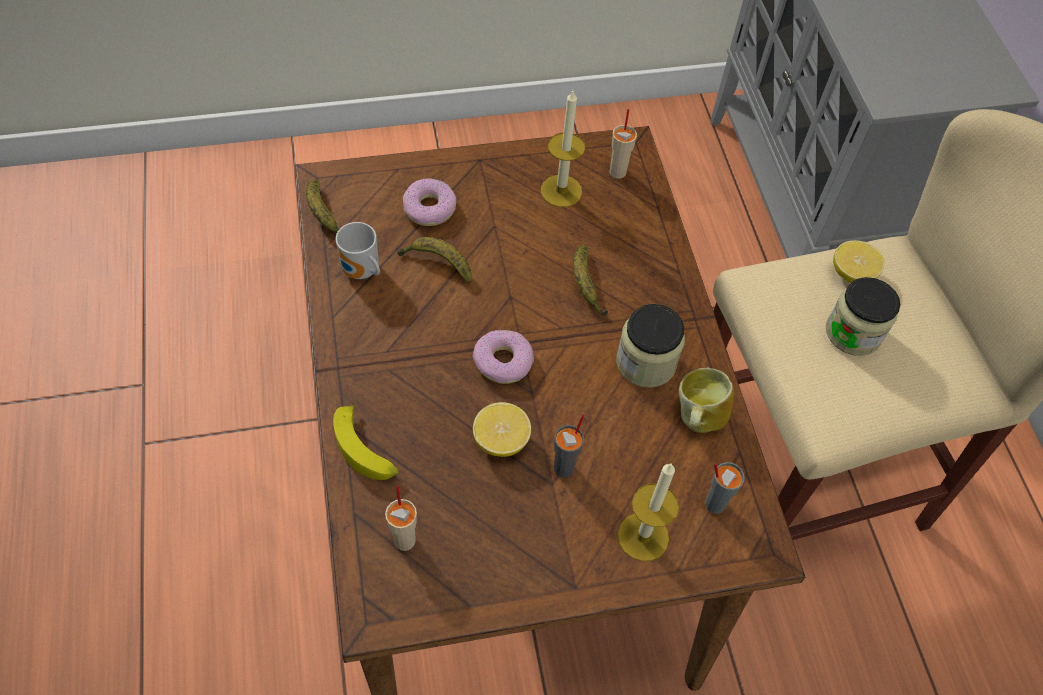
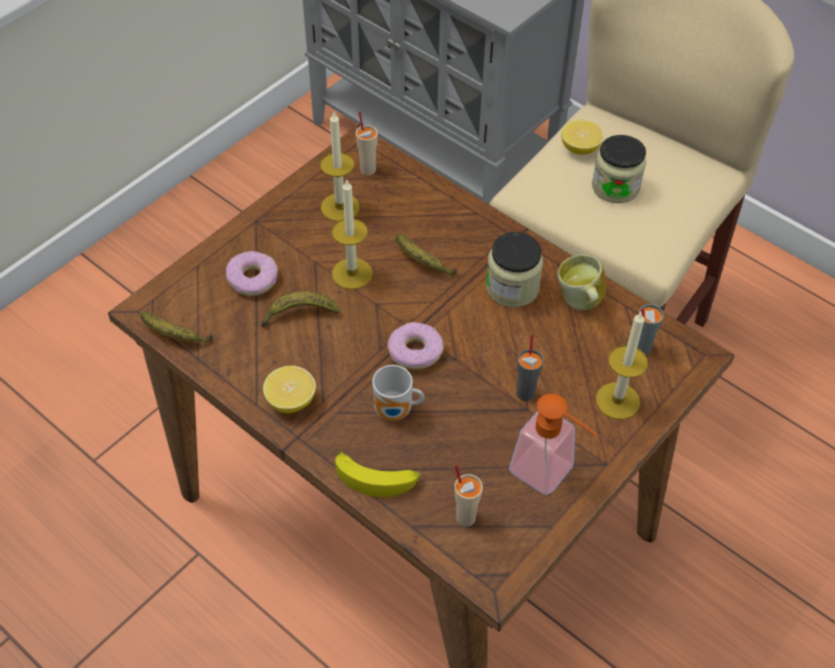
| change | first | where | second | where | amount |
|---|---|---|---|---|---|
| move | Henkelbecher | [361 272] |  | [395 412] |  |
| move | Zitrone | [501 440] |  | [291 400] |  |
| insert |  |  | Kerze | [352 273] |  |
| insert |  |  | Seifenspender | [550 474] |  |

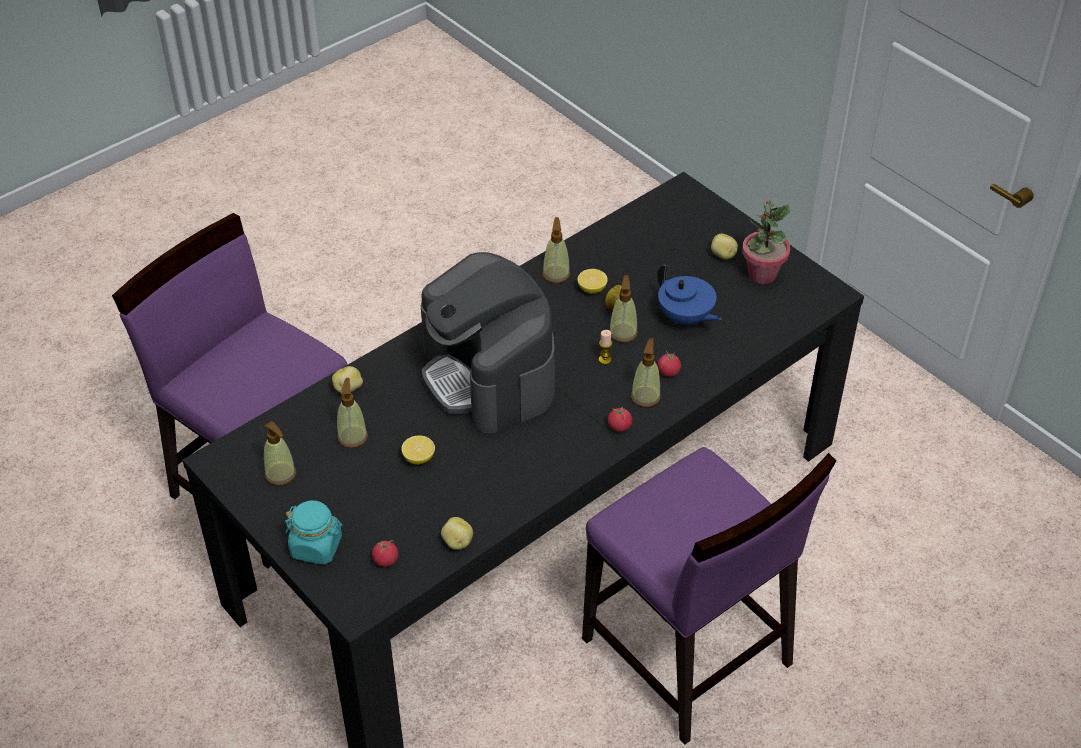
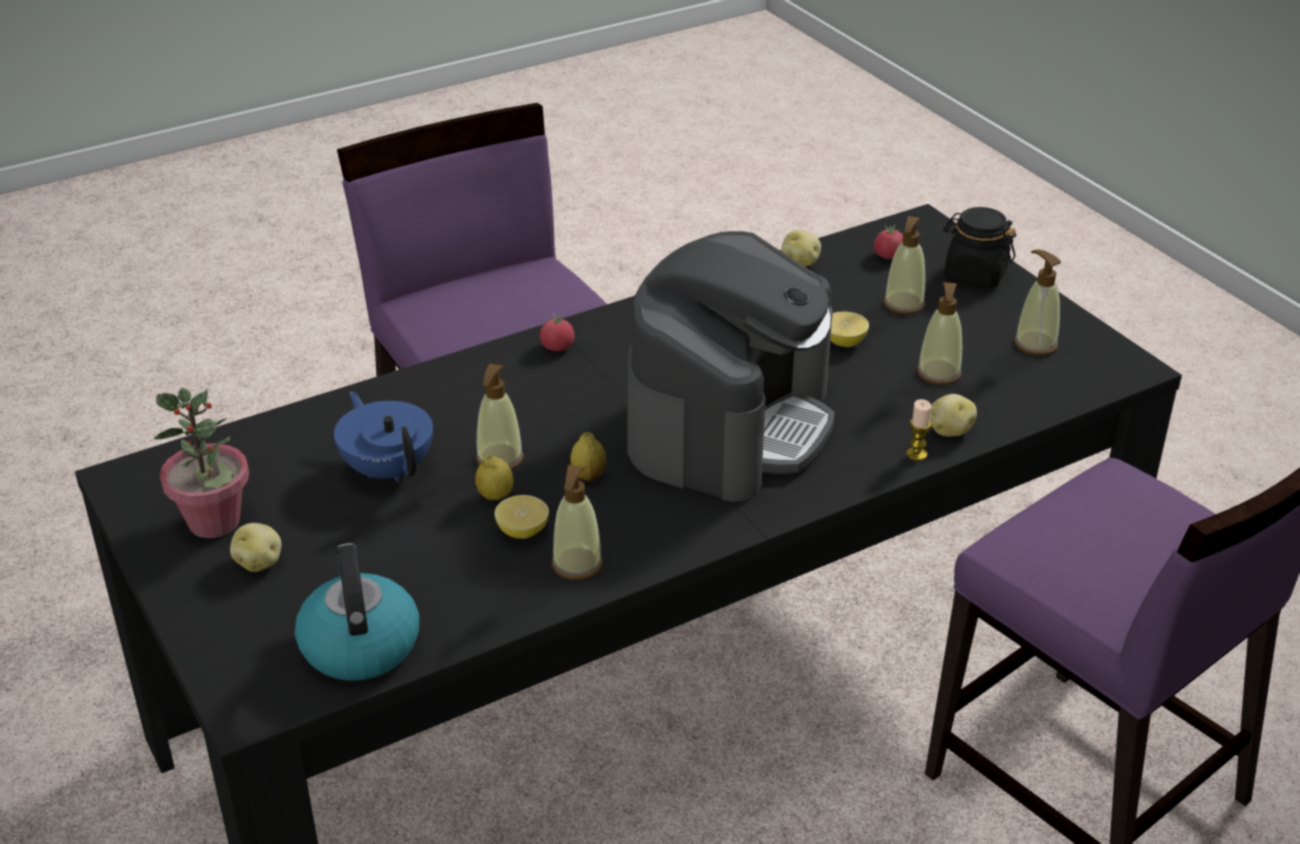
| change | first | where | second | where | amount |
|---|---|---|---|---|---|
| rotate | Kaffeemaschine | [489 376] |  | [730 424] | 45 degrees clockwise |
| move | Kerze | [604 360] |  | [916 454] |  |
| move | Seifenspender | [645 396] |  | [903 304] |  |
| delete | Tomate | [668 372] |  |  |  |
| recolor | Vorratsglas [türkis] | [316 547] | Vorratsglas [schwarz] | [975 274] |  |
| insert |  |  | Zitrone | [588 476] |  |
| insert |  |  | Wasserkessel | [359 644] |  |

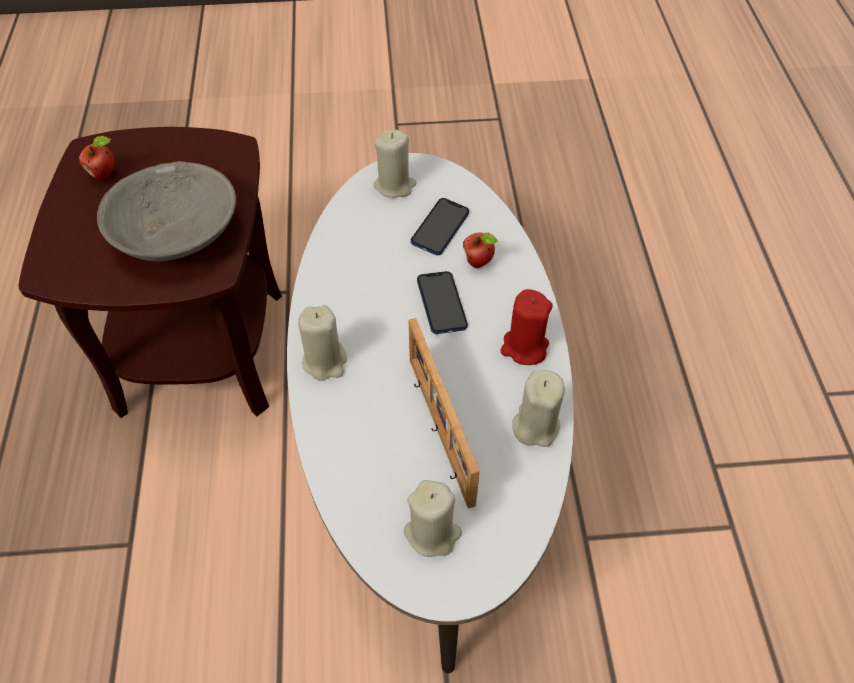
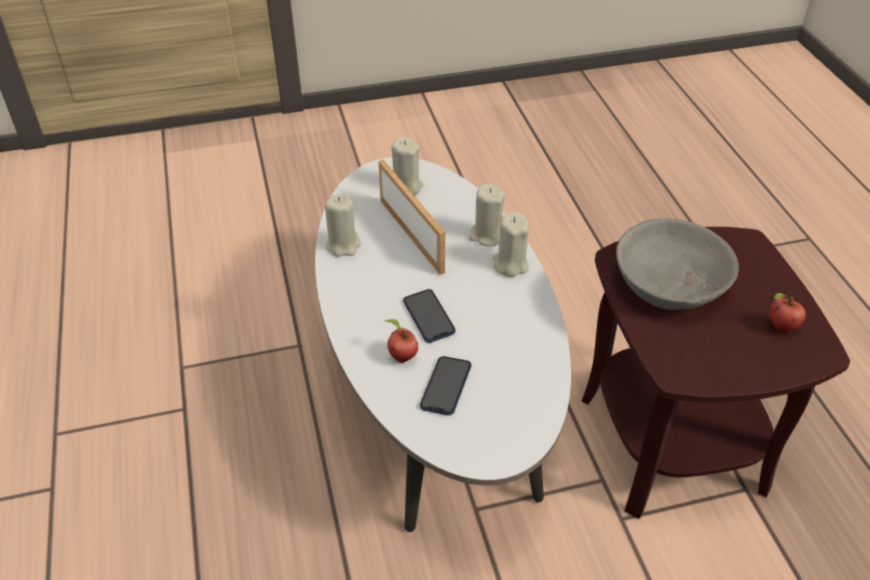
| change | first | where | second | where | amount |
|---|---|---|---|---|---|
| move | Kerze [beige] | [395 185] |  | [487 235] |  |
| delete | Kerze [rot] | [524 347] |  |  |  |

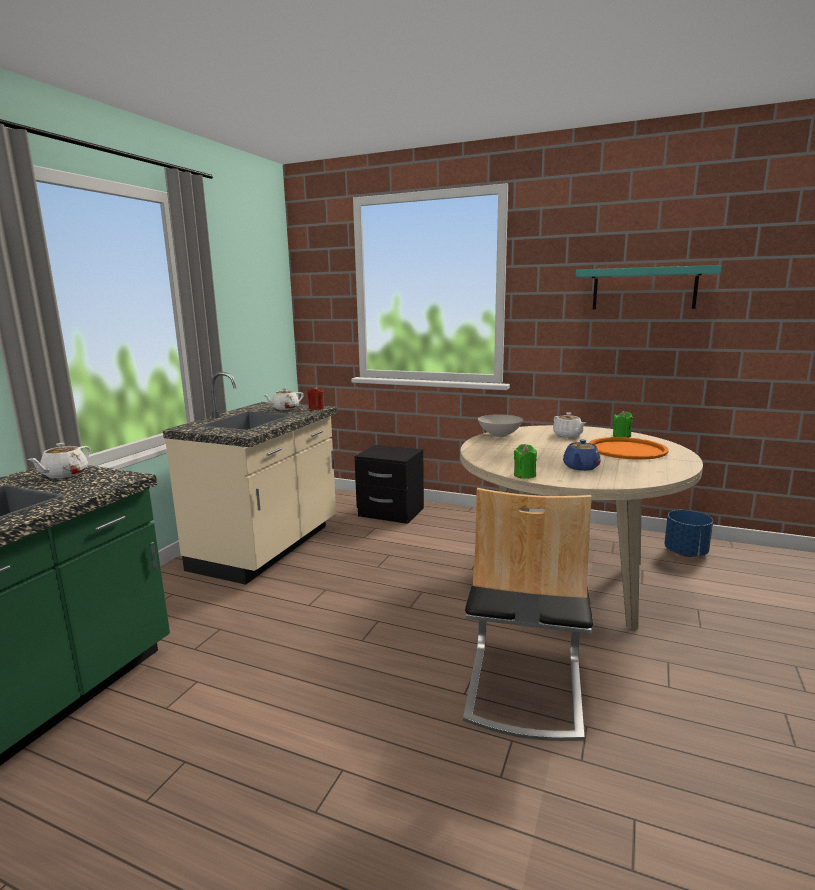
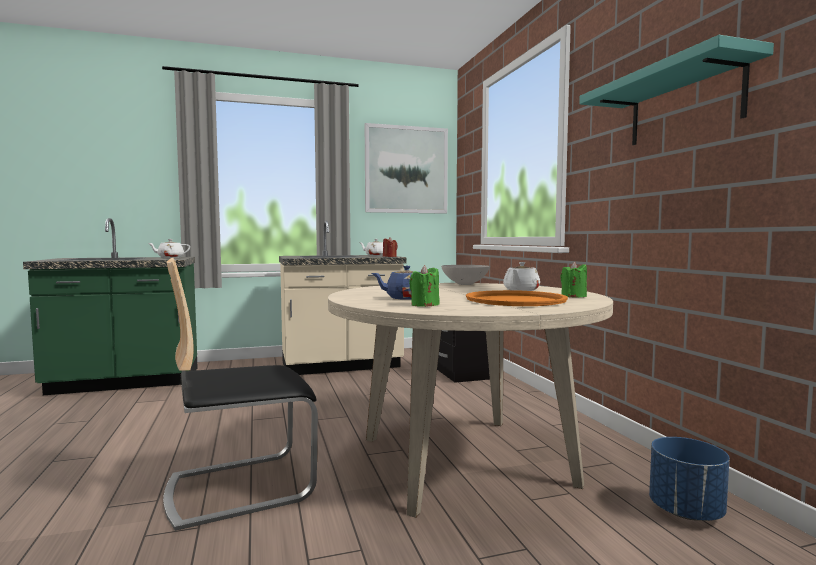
| change | first | where | second | where | amount |
|---|---|---|---|---|---|
| move | Kerze [grün] | [524 475] |  | [424 305] |  |
| insert |  |  | Bild | [406 170] |  |

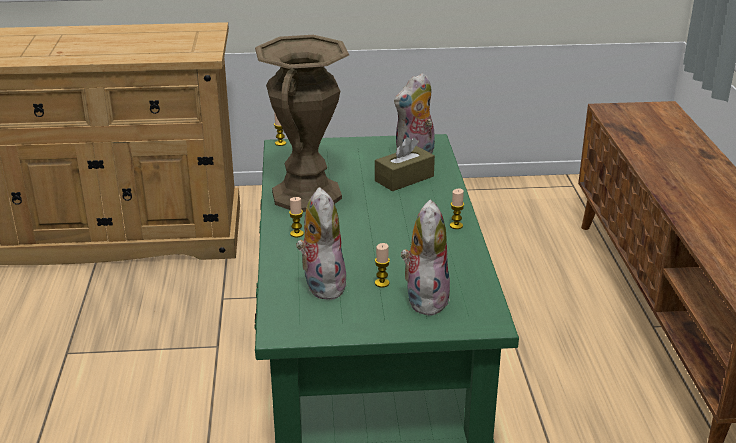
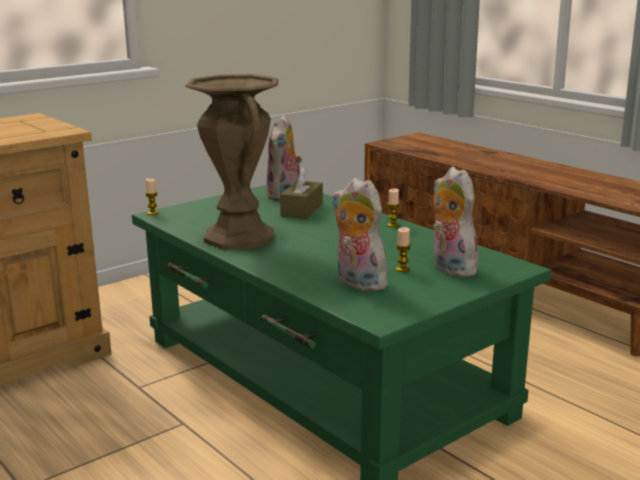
| change | first | where | second | where | amount |
|---|---|---|---|---|---|
| delete | Kerze | [297 234] |  |  |  |

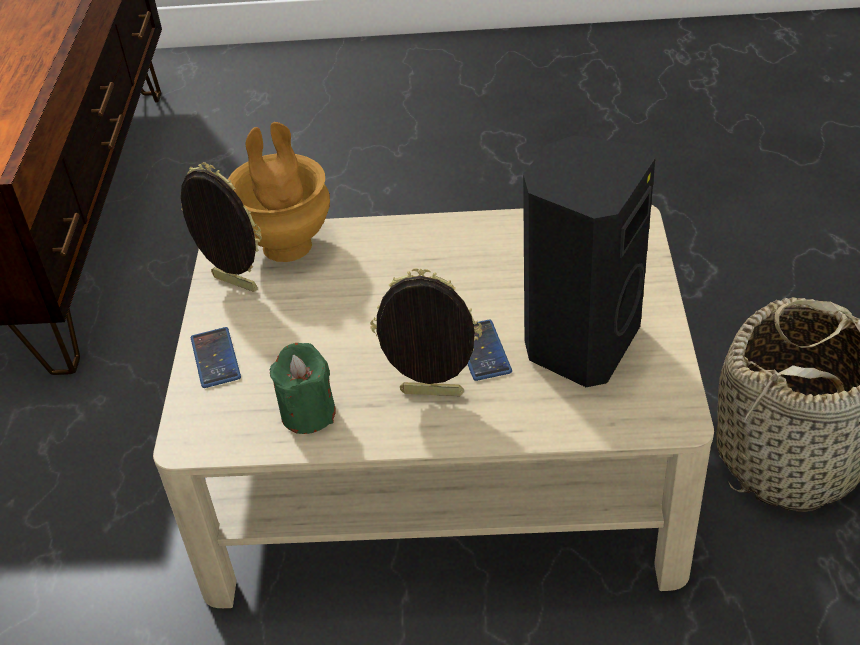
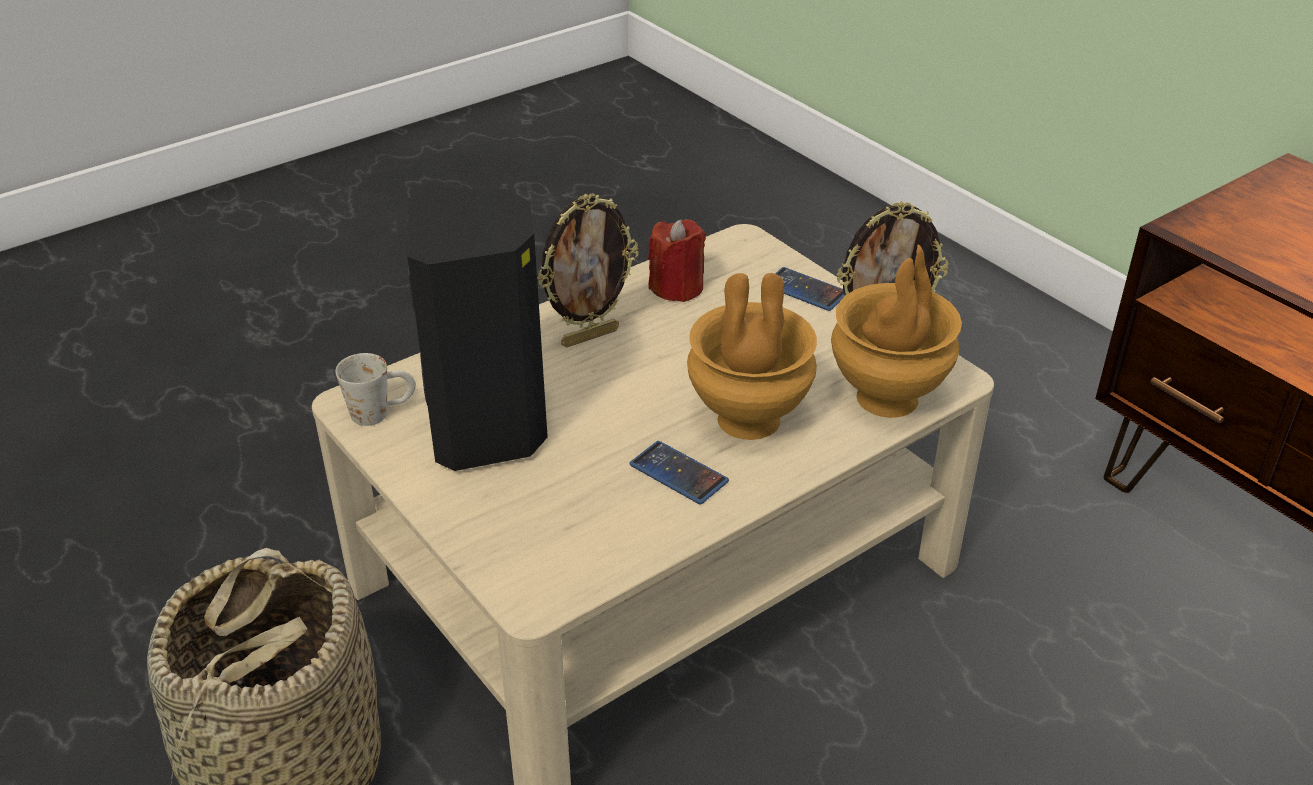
| change | first | where | second | where | amount |
|---|---|---|---|---|---|
| move | Handy | [482 351] |  | [678 473] |  |
| recolor | Kerze [grün] | [308 413] | Kerze [rot] | [677 287] |  |
| insert |  |  | Vase [braun] | [747 420] |  |
| insert |  |  | Henkelbecher [weiß] | [381 412] |  |

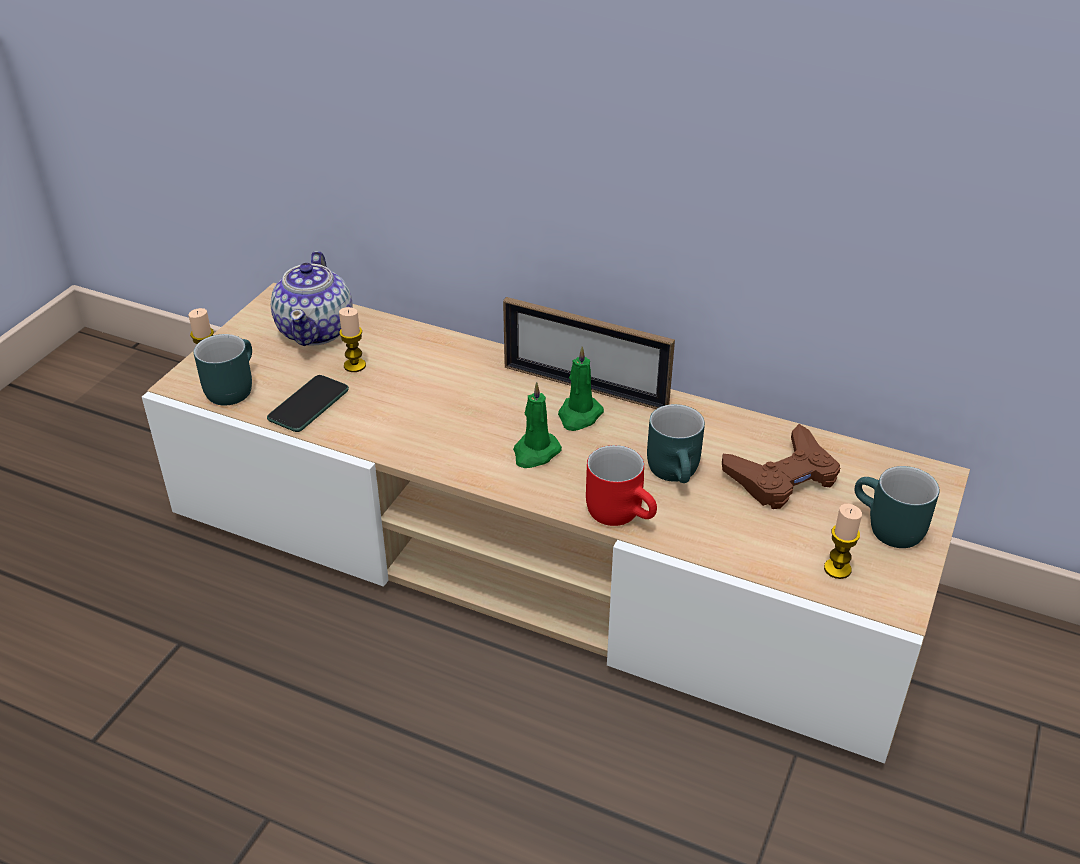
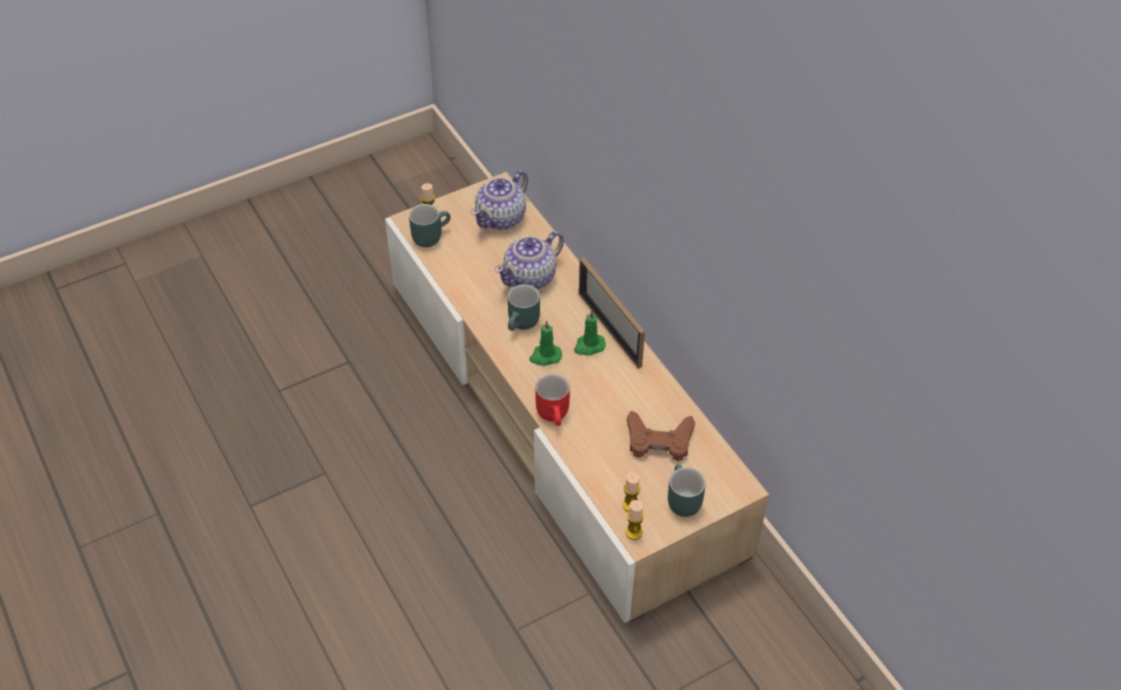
| change | first | where | second | where | amount |
|---|---|---|---|---|---|
| move | Kerze | [354 365] |  | [634 532] |  |
| delete | Handy | [308 405] |  |  |  |
| move | Henkelbecher [türkis] | [678 472] |  | [523 324] |  |
| insert |  |  | Teekanne | [531 277] |  |

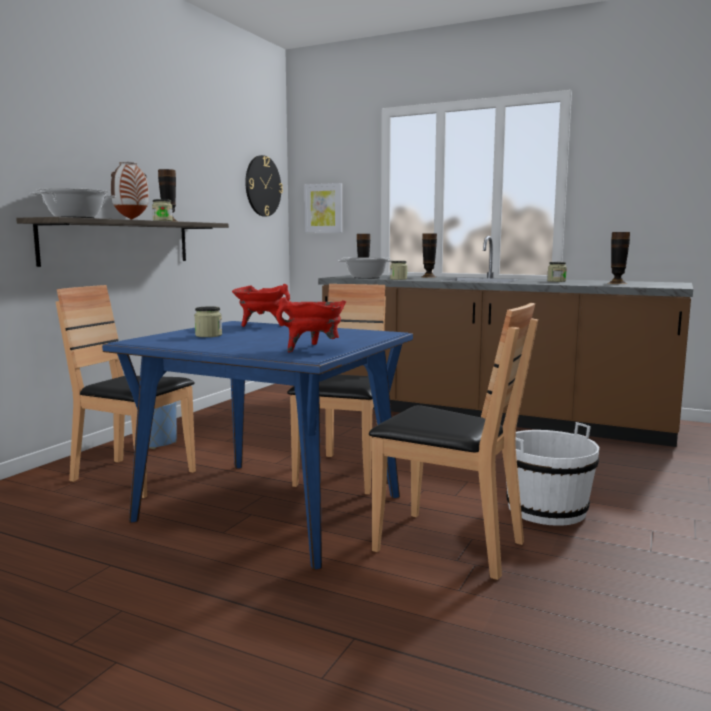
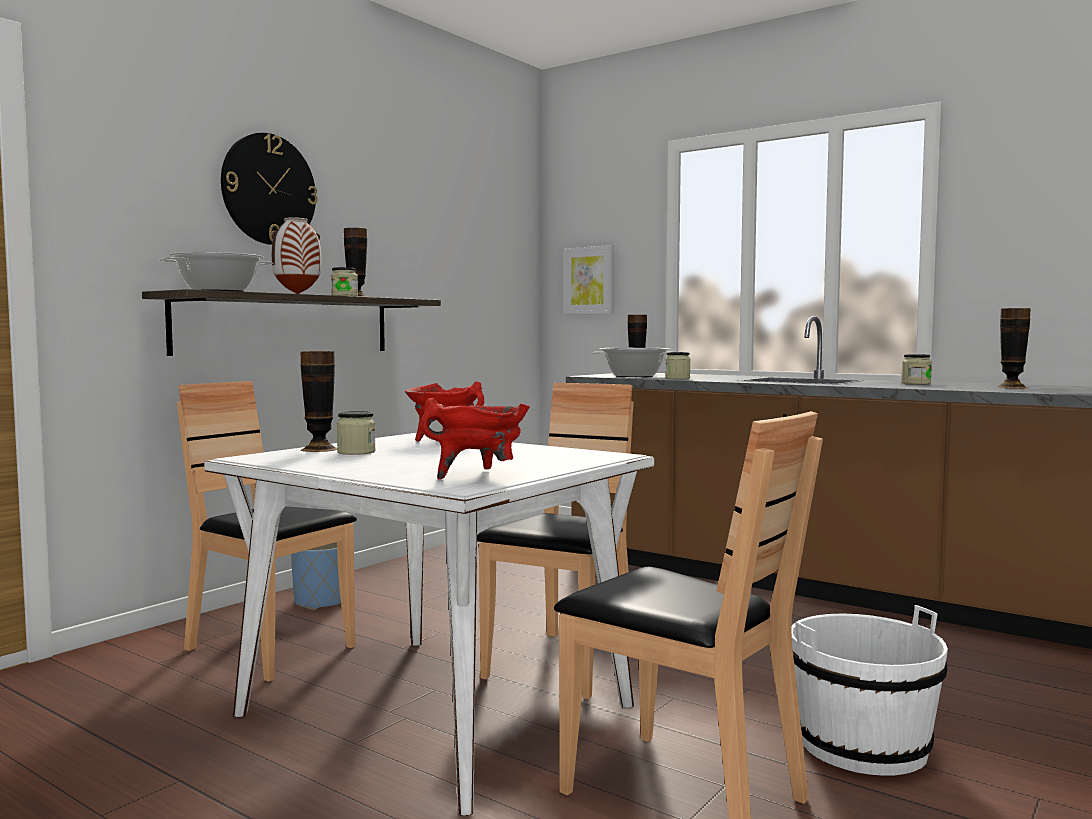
| change | first | where | second | where | amount |
|---|---|---|---|---|---|
| move | Wanduhr | [262 186] |  | [269 189] |  |
| move | Vase | [428 277] |  | [319 449] |  |
| recolor | Esstisch [blau] | [269 508] | Esstisch [weiß] | [434 710] |  |

